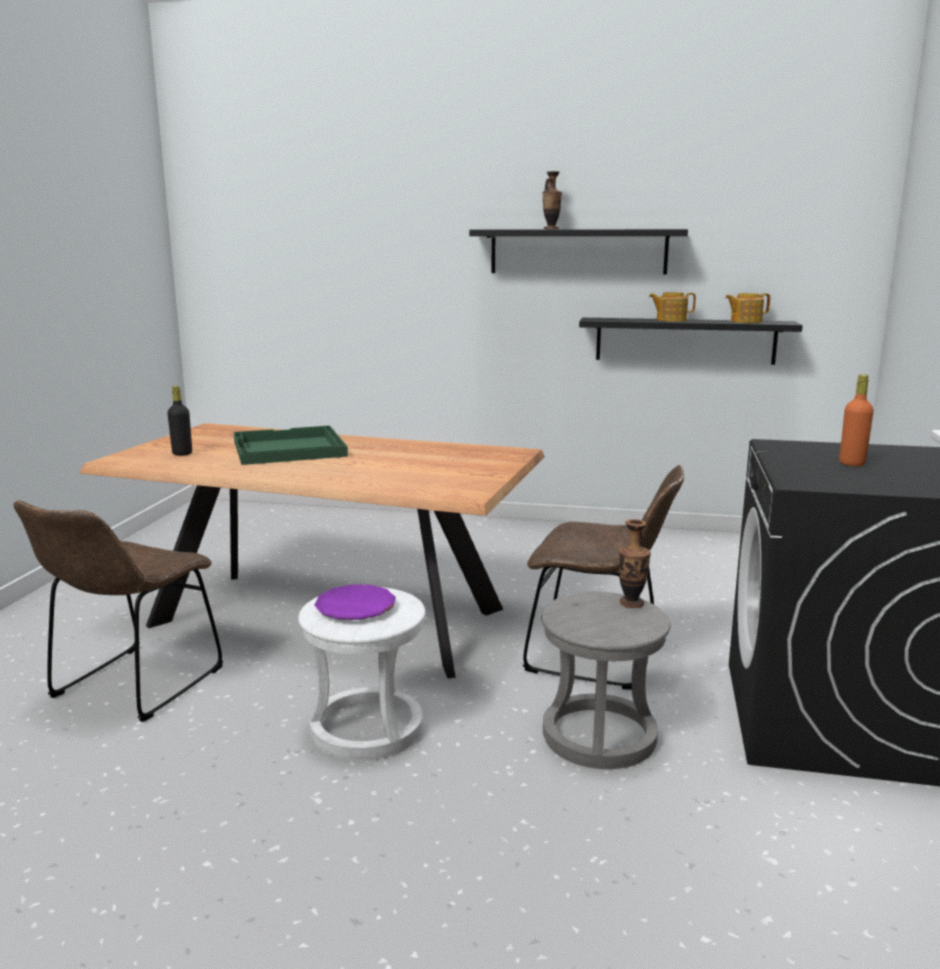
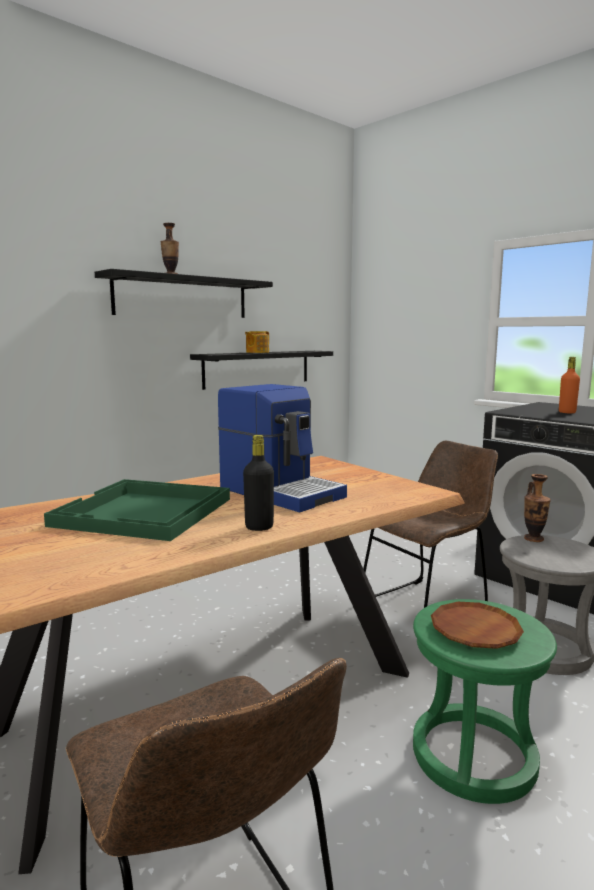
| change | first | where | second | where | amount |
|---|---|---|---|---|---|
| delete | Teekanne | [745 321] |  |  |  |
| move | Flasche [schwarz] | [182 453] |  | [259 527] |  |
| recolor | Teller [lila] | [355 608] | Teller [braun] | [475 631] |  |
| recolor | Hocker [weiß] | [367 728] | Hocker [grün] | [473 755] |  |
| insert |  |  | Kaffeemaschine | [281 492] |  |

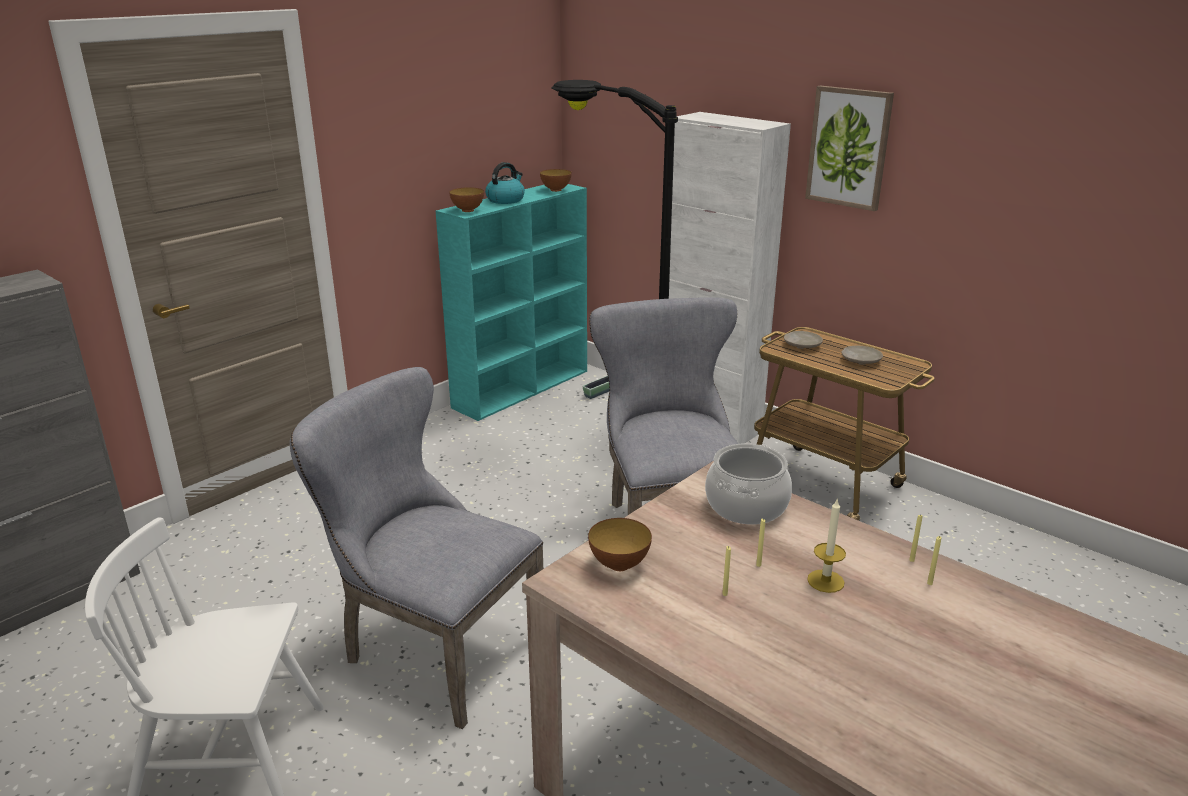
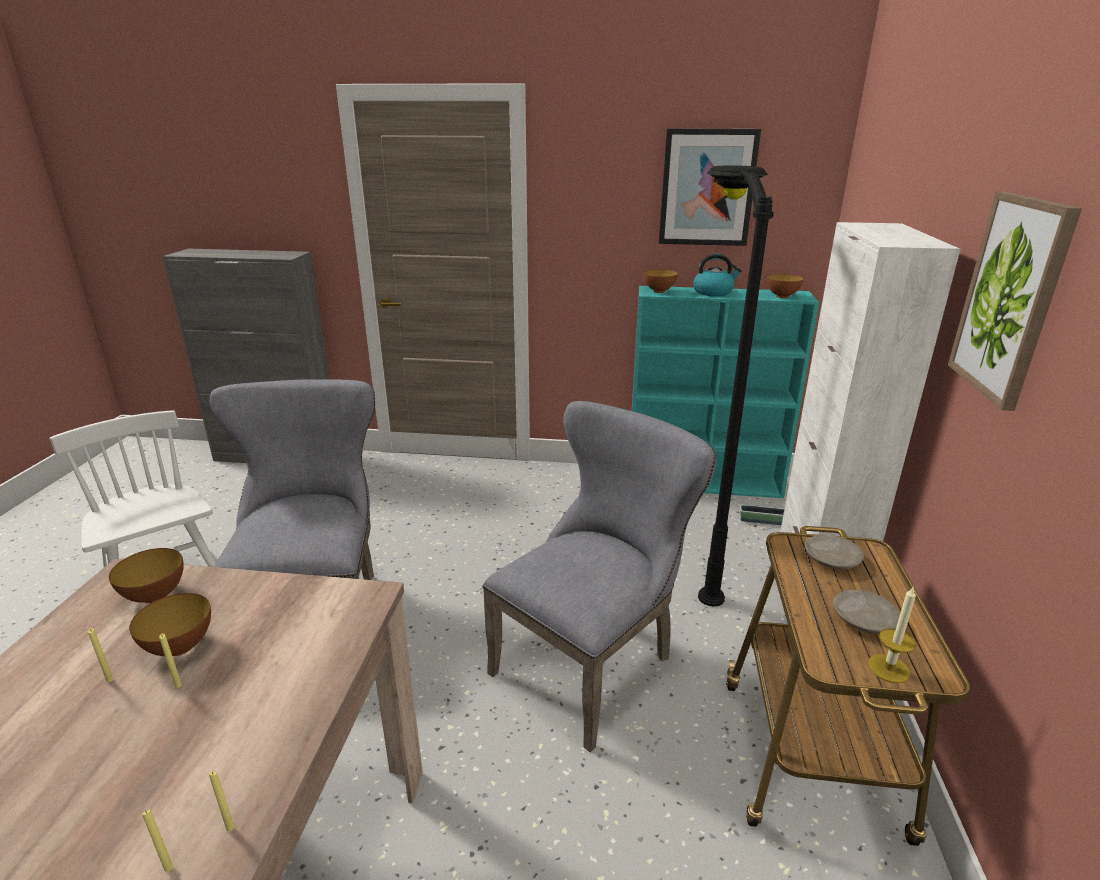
| change | first | where | second | where | amount |
|---|---|---|---|---|---|
| delete | Kochtopf | [747 506] |  |  |  |
| move | Kerze | [825 581] |  | [888 668] |  |
| insert |  |  | Bild | [707 188] |  |
| insert |  |  | Schüssel | [180 647] |  |

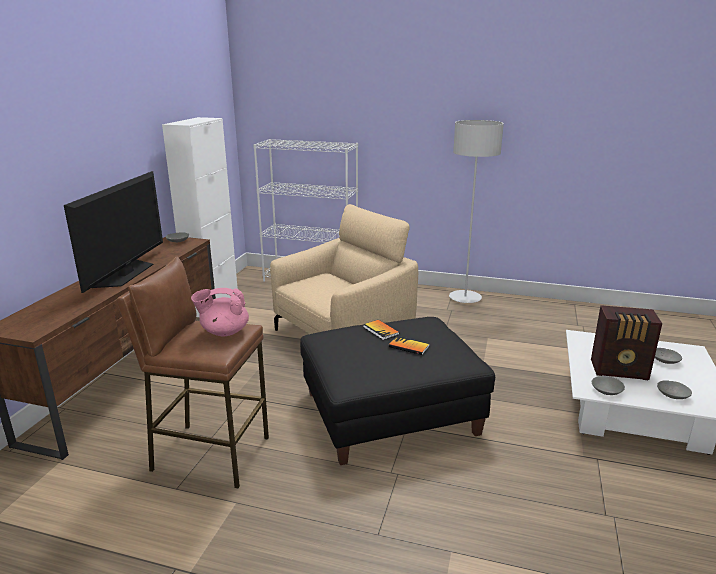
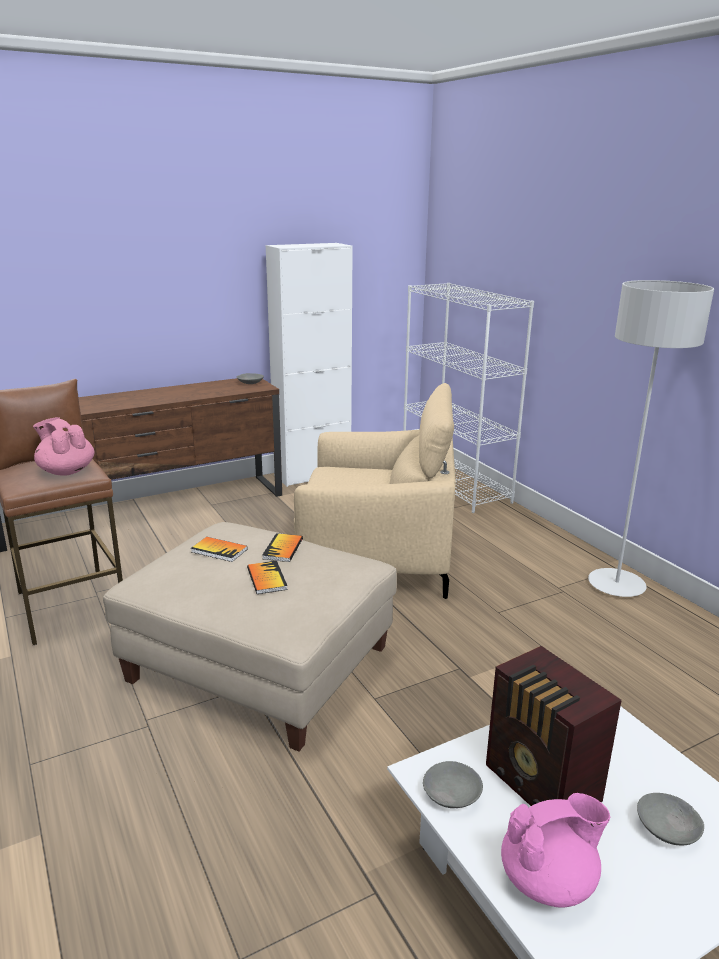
| change | first | where | second | where | amount |
|---|---|---|---|---|---|
| delete | Fernseher | [126 274] |  |  |  |
| recolor | Polsterhocker [schwarz] | [390 412] | Polsterhocker [beige] | [260 663] |  |
| replace | Schüssel [grau] | [672 395] | Teekanne [rosa] | [548 880] |  |
| insert |  |  | Buch | [219 550] |  |

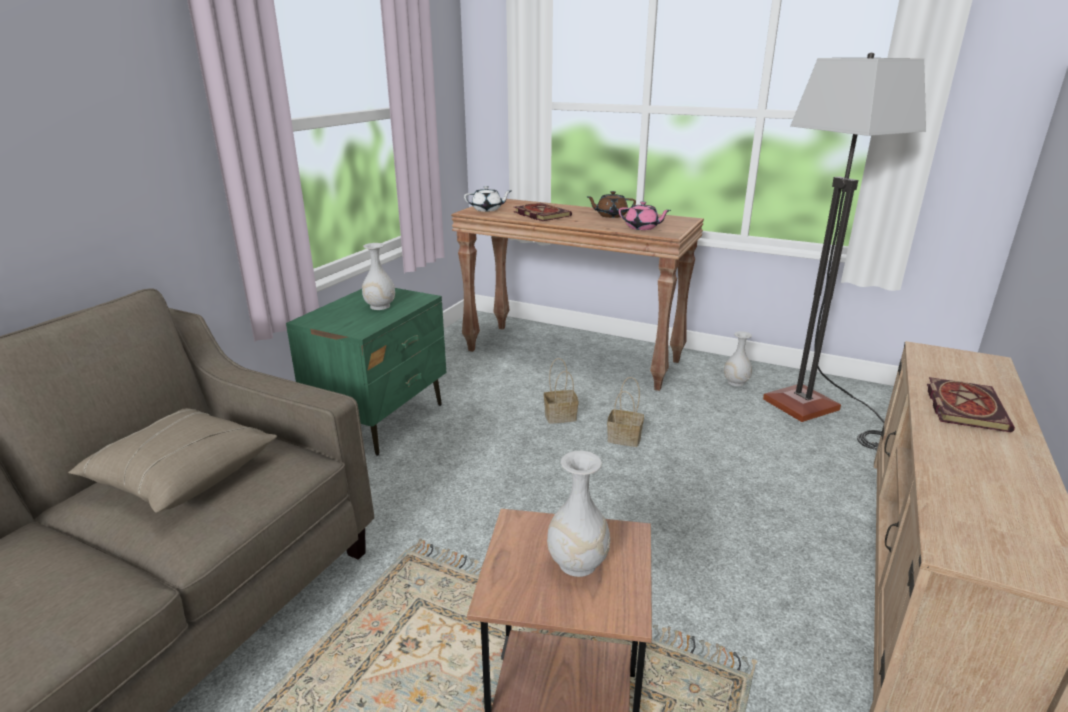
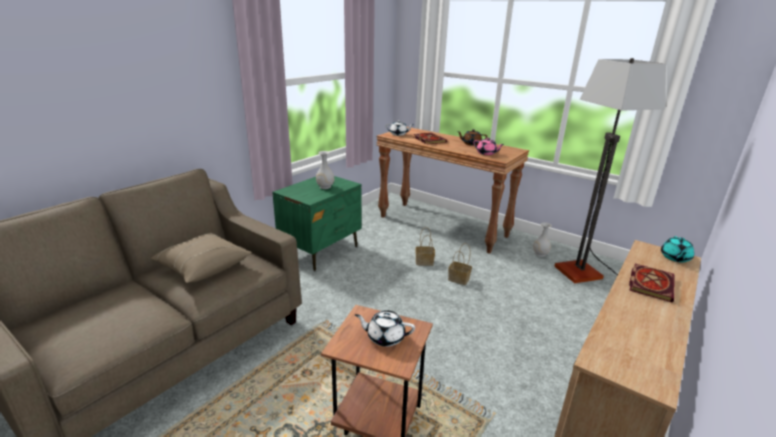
| change | first | where | second | where | amount |
|---|---|---|---|---|---|
| replace | Vase [weiß] | [577 563] | Teekanne [weiß] | [385 337] |  |
| insert |  |  | Teekanne [türkis] | [675 258] |  |

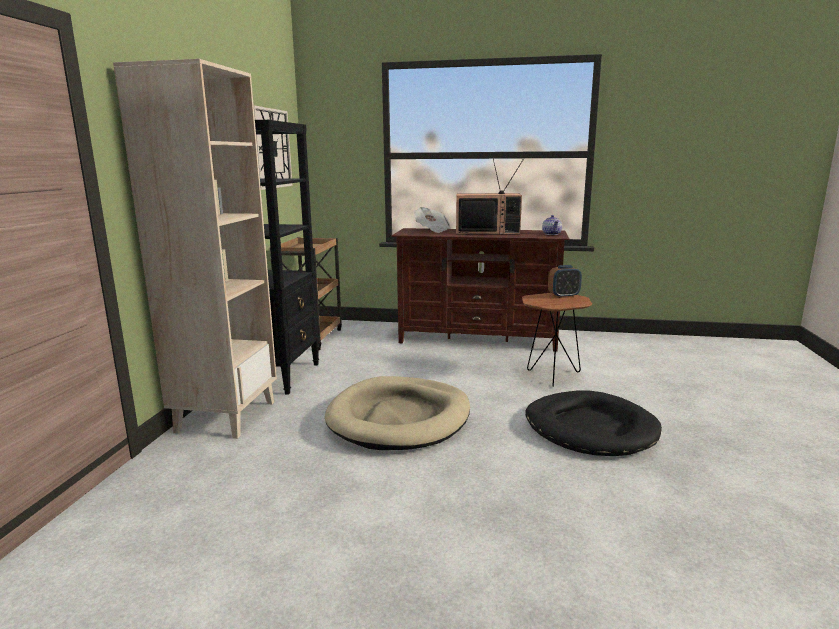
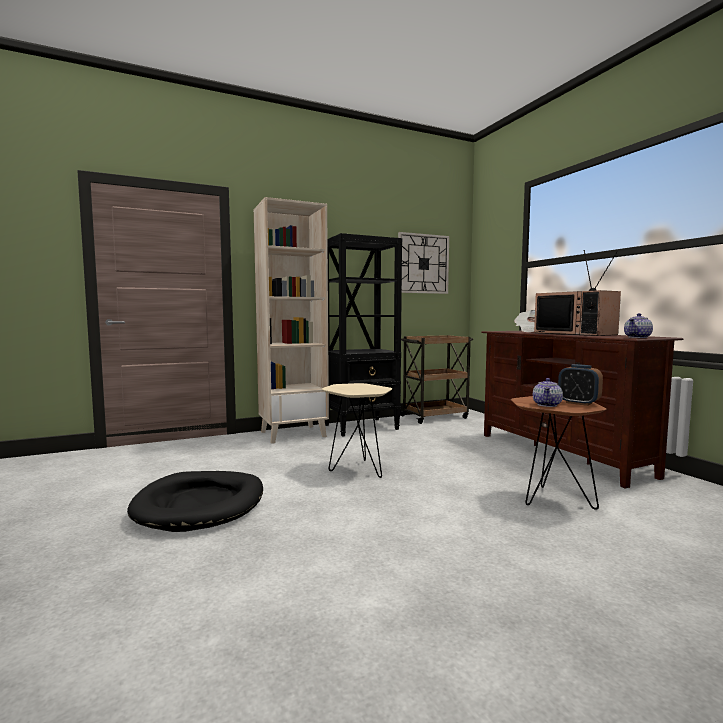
| change | first | where | second | where | amount |
|---|---|---|---|---|---|
| replace | Hundebett [beige] | [399 418] | Beistelltisch [beige] | [357 469] |  |
| move | Hundebett [schwarz] | [590 428] |  | [200 504] |  |
| insert |  |  | Teekanne | [547 405] |  |

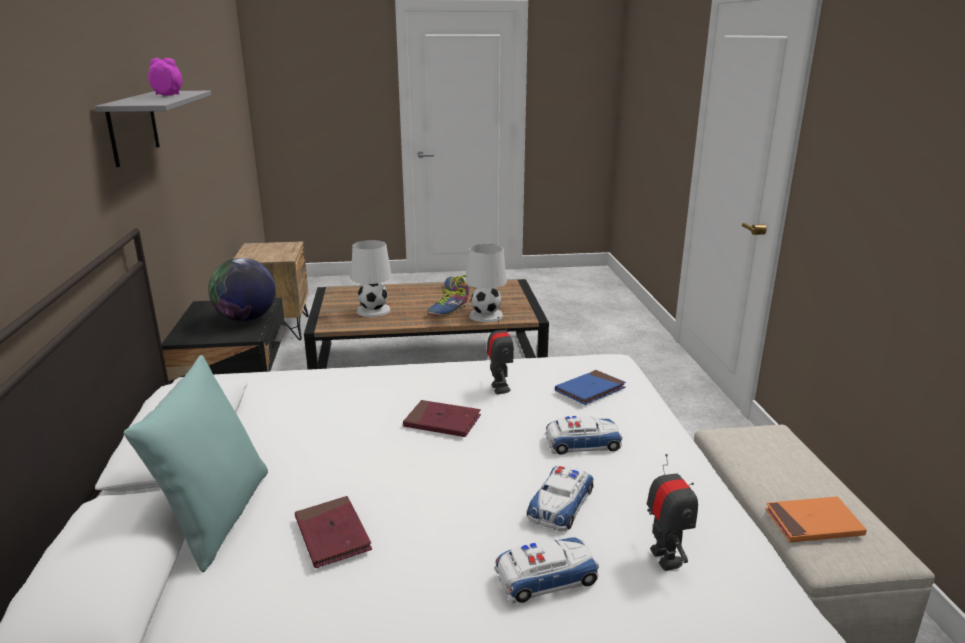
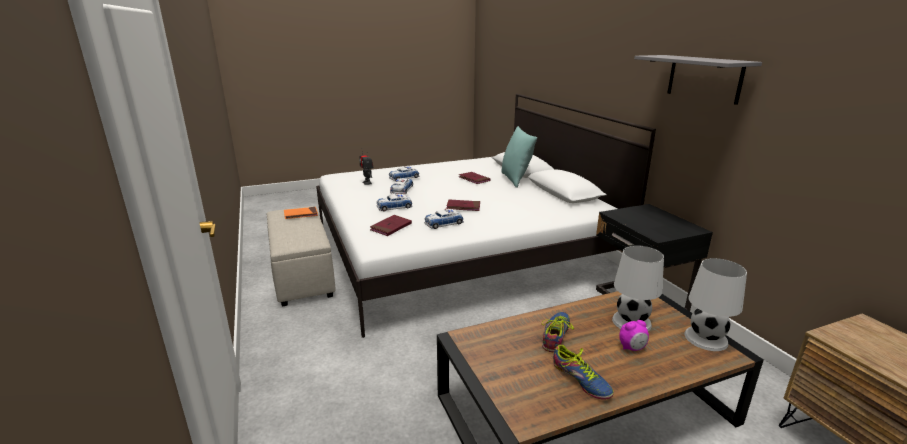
| change | first | where | second | where | amount |
|---|---|---|---|---|---|
| move | Wecker | [168 95] |  | [632 348] |  |
| move | Tischlampe [weiß] | [486 315] |  | [706 339] |  |
| delete | Globus | [246 319] |  |  |  |
| replace | Spielzeugroboter | [499 388] | Spielzeugauto | [443 223] |  |
| recolor | Buch [blau] | [590 390] | Buch [rot] | [391 227] |  |

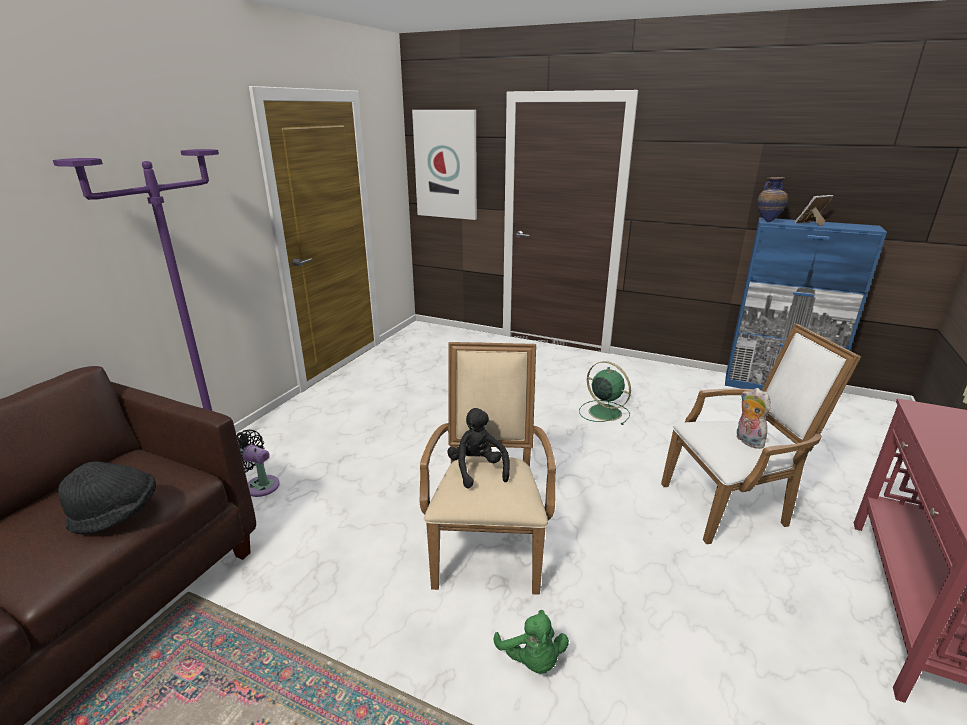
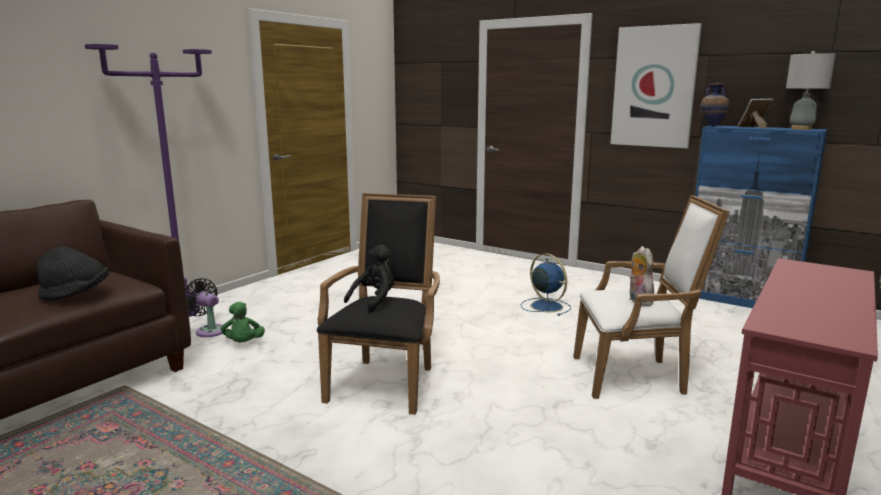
| change | first | where | second | where | amount |
|---|---|---|---|---|---|
| move | Bild | [446 165] |  | [654 87] |  |
| recolor | Sessel [beige] | [488 545] | Sessel [schwarz] | [386 381] |  |
| recolor | Ventilator [grün] | [603 412] | Ventilator [blau] | [545 306] |  |
| rotate | Plüschtier [schwarz] | [477 469] |  | [374 301] | 45 degrees clockwise |
| move | Plüschtier [grün] | [532 659] |  | [243 344] |  |
| insert |  |  | Tischlampe [grau] | [801 129] |  |

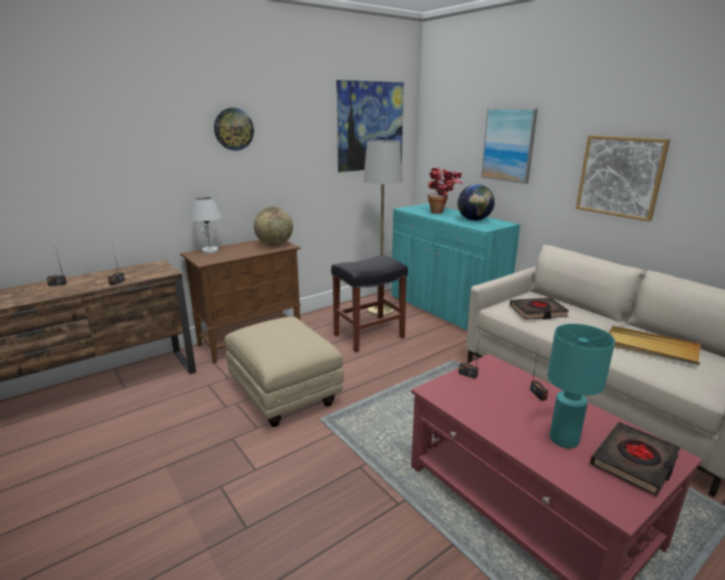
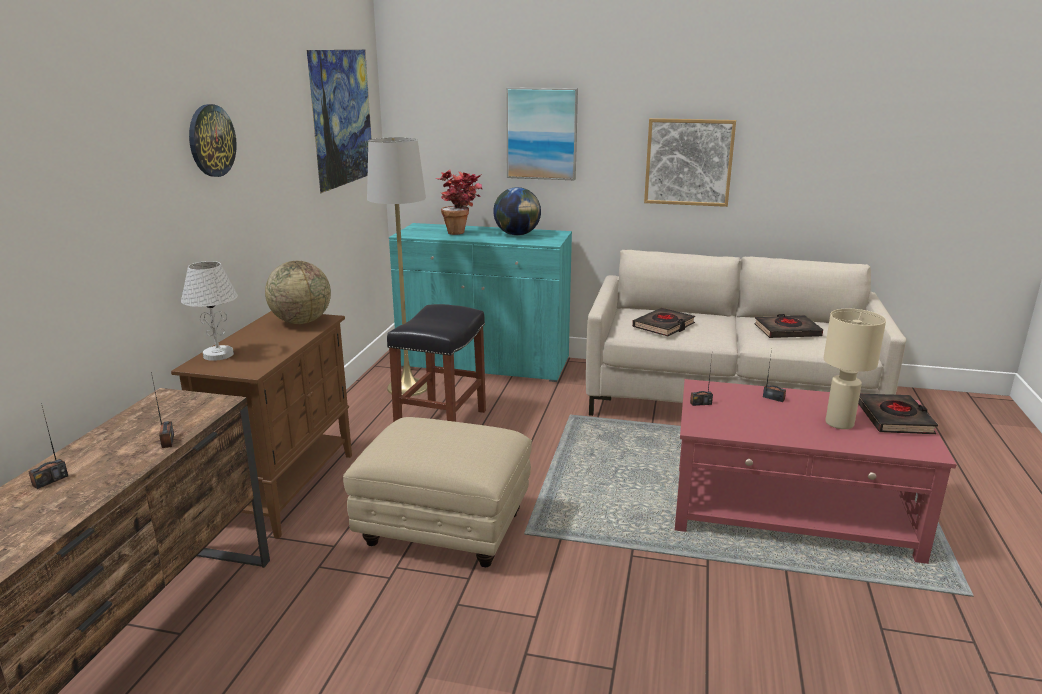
| change | first | where | second | where | amount |
|---|---|---|---|---|---|
| recolor | Tischlampe [türkis] | [565 440] | Tischlampe [beige] | [840 423] |  |
| replace | Tablett [beige] | [650 348] | Buch [schwarz] | [787 331] |  |

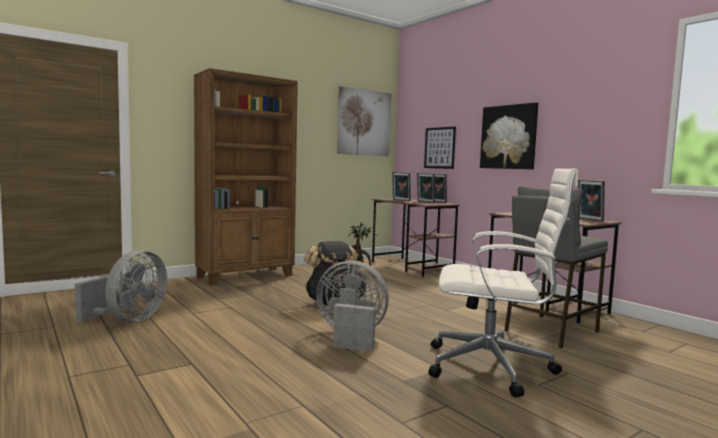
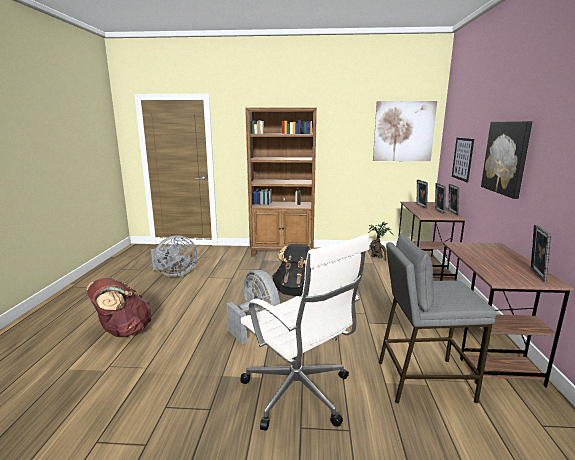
| change | first | where | second | where | amount |
|---|---|---|---|---|---|
| insert |  |  | Rucksack [braun] | [123 331] |  |

